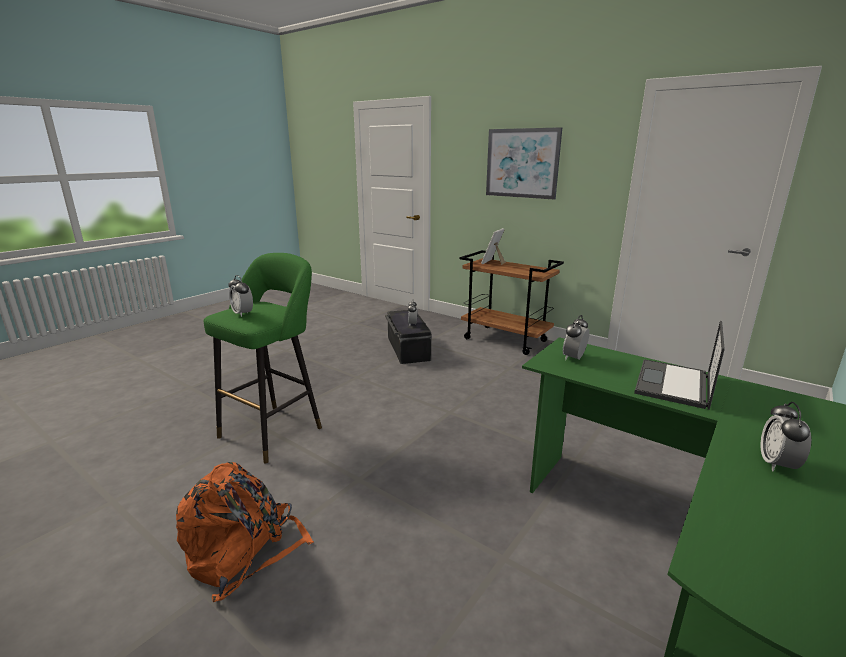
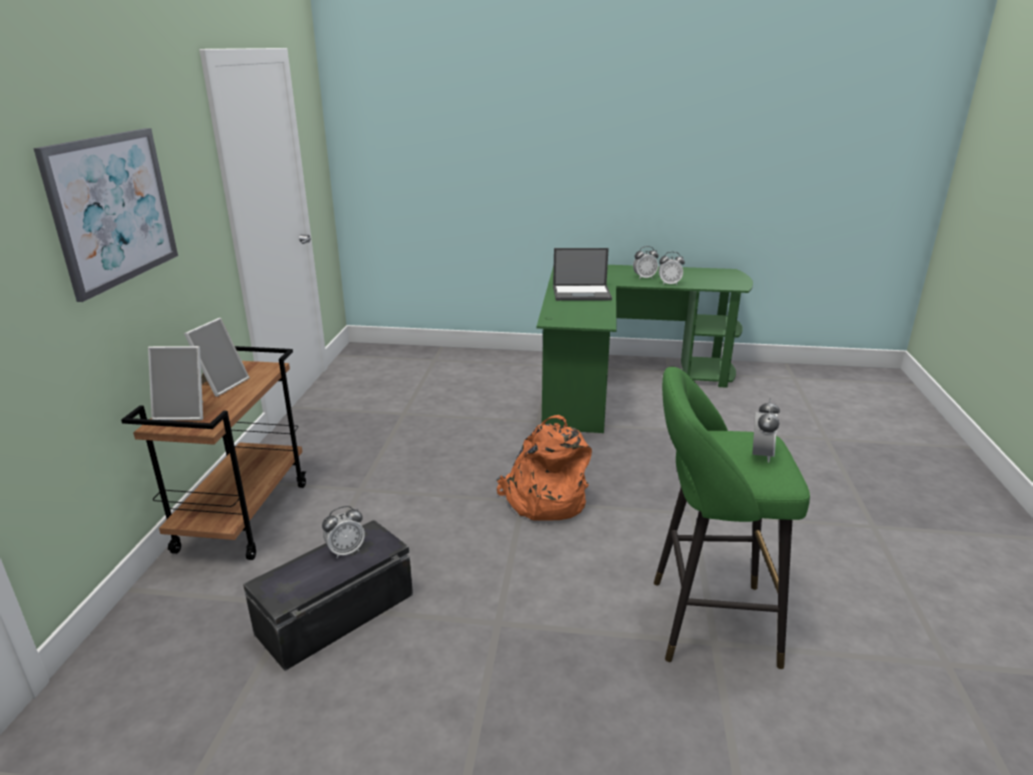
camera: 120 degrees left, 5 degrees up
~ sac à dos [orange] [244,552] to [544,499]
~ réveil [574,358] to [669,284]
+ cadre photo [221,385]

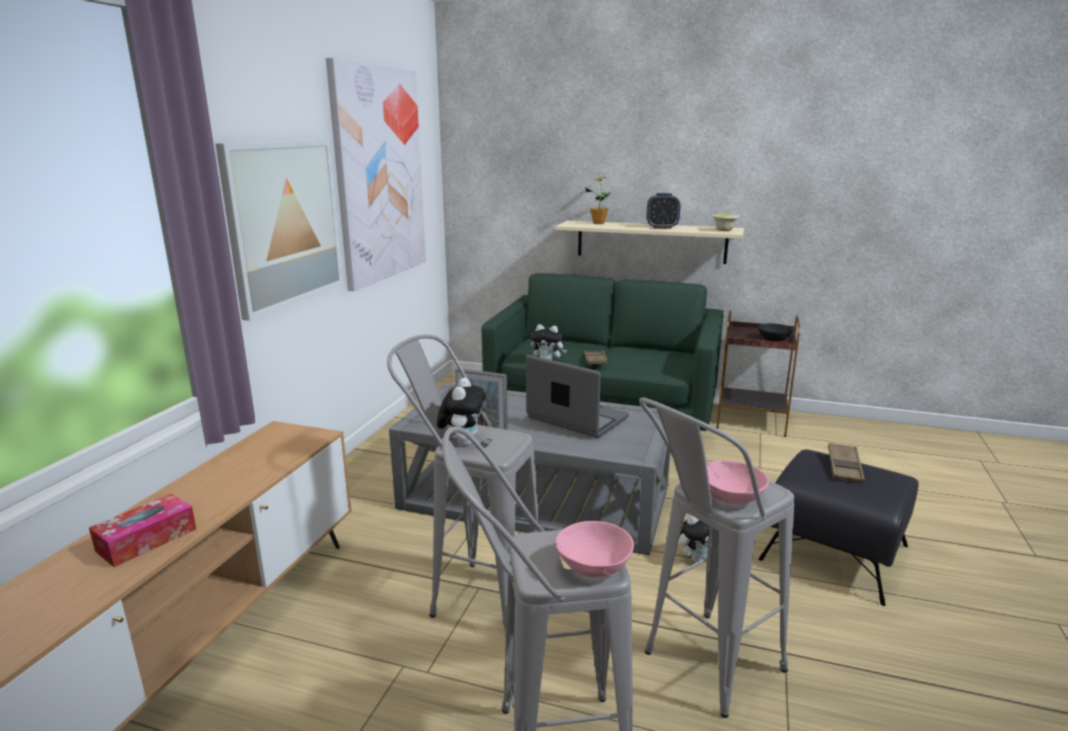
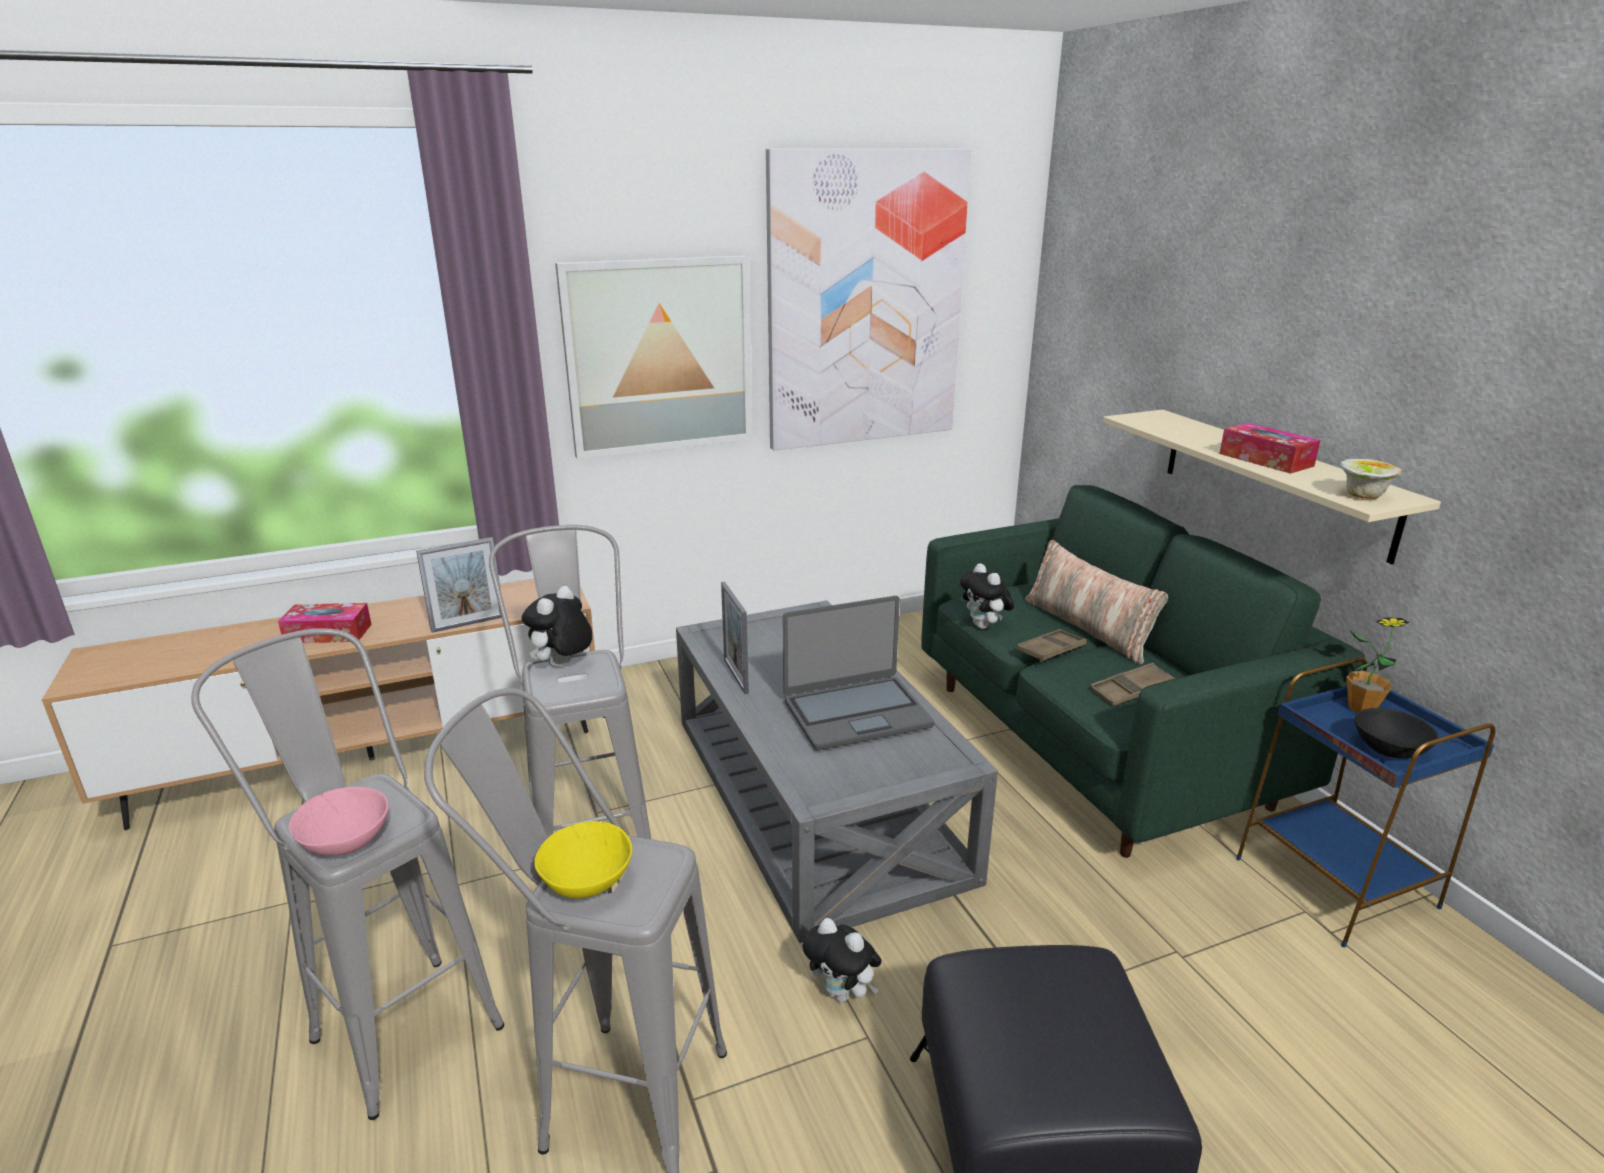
camera: 50 degrees right, 5 degrees up
~ peluche [463,442] = [562,666] 150 degrees clockwise
~ ordinateur portable [577,418] = [856,713] 75 degrees clockwise
~ plante en pot [598,223] to [1361,708]
~ réveil [662,227] to boîte à mouchoirs [1265,460]
~ bol [rose] [731,496] to bol [jaune] [588,880]
~ table d'appoint [marron] [752,420] to table d'appoint [bleu] [1335,884]
~ plateau [marron] [844,467] to [1132,690]
+ cadre photo [468,624]
+ coussin [1088,628]

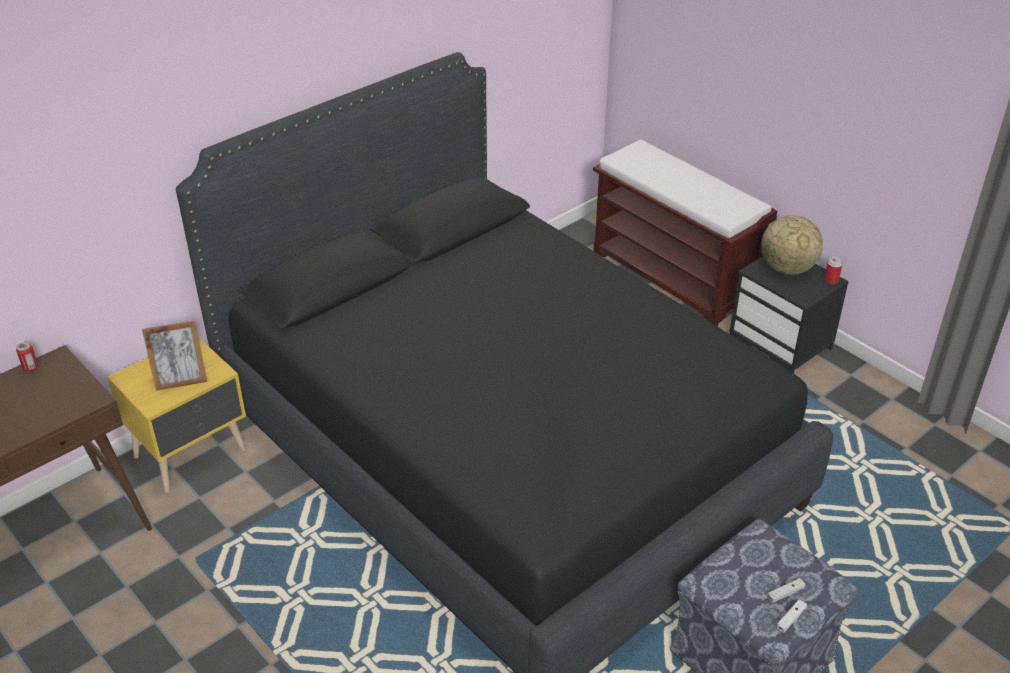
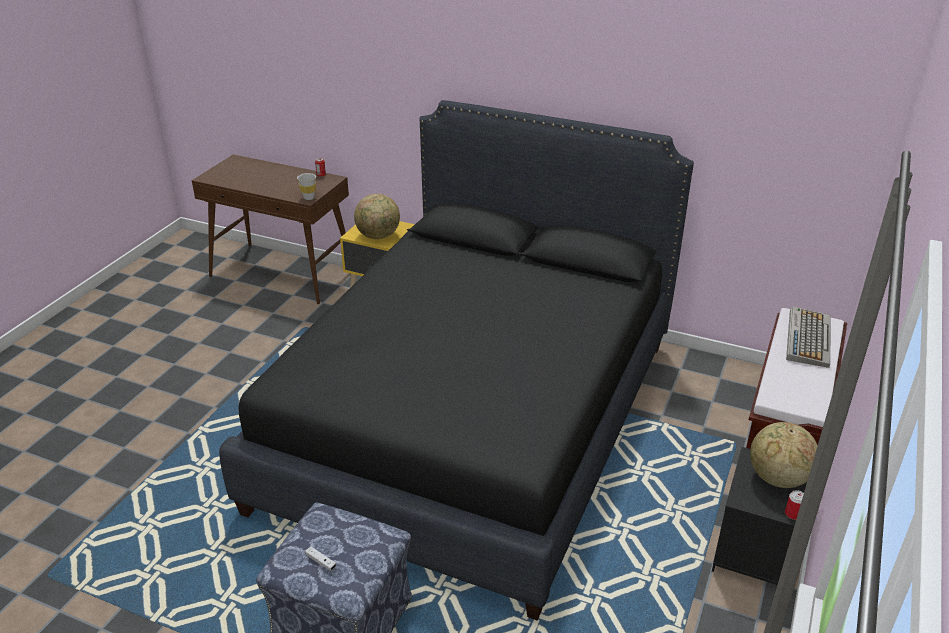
camera: 65 degrees right, 5 degrees down
~ cadre photo [181,381] to globe [378,236]
- manette [blanc] [790,619]
+ tasse [blanc] [309,198]
+ clavier [807,337]

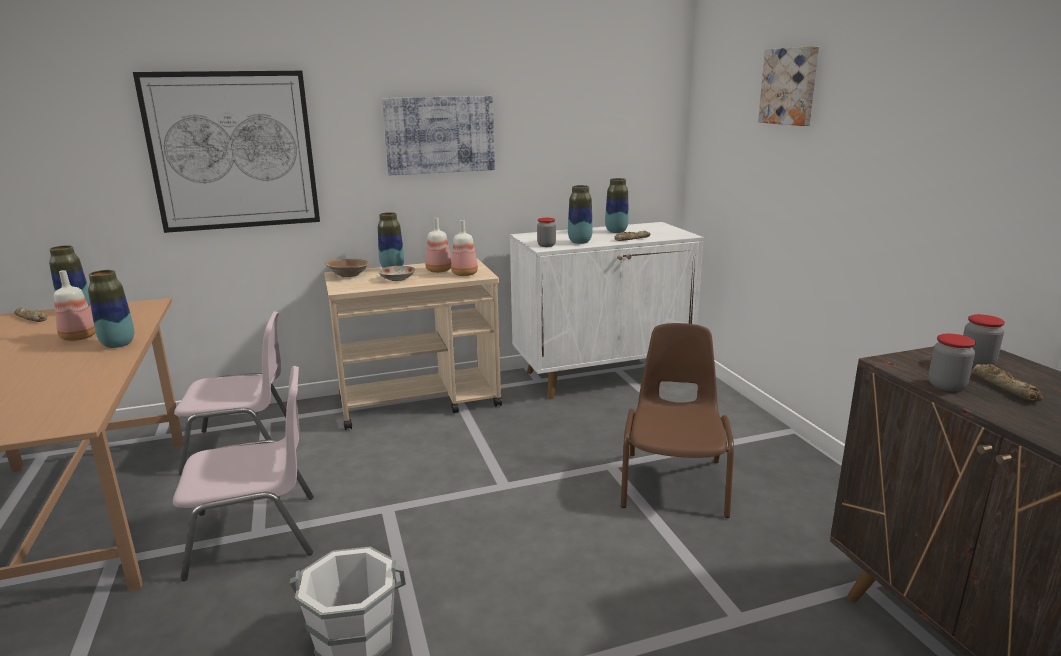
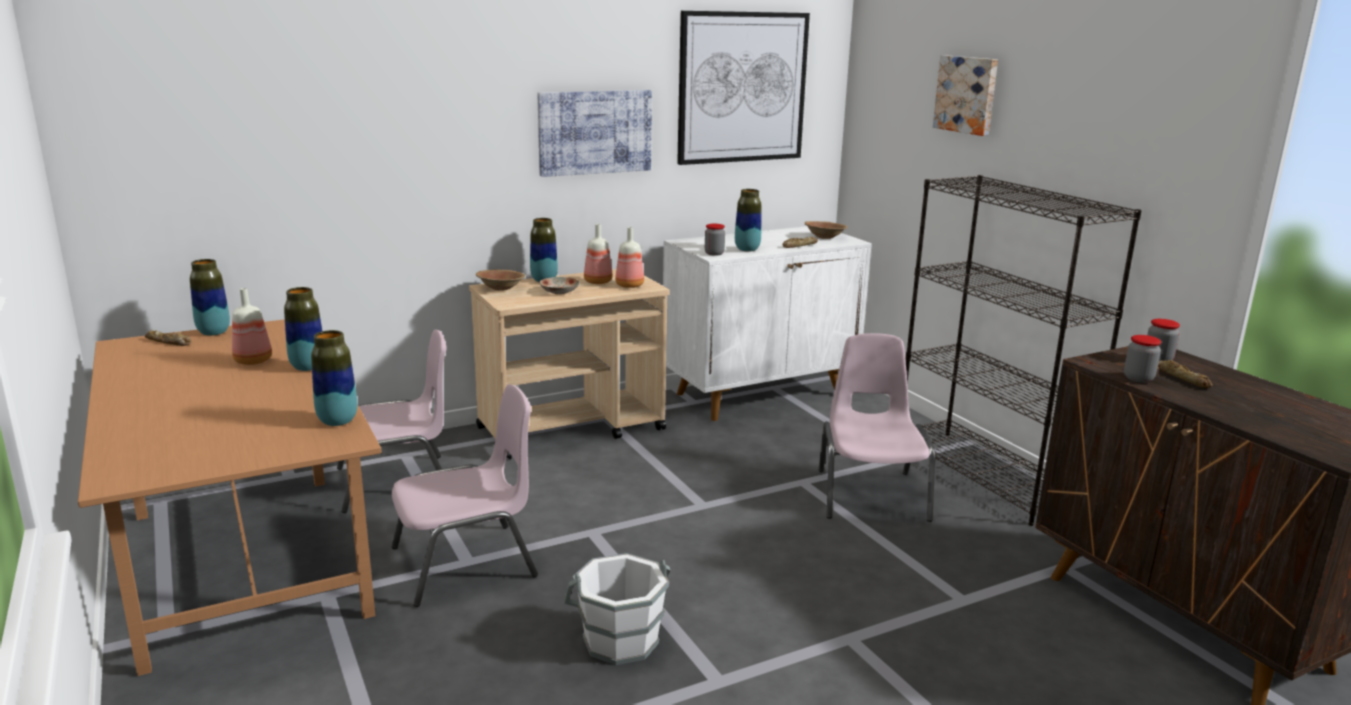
camera: 10 degrees left, 0 degrees up
~ tableau [233,151] to [742,88]
~ vase [616,231] to [337,421]
~ chaise [marron] [674,482] to chaise [rose] [871,494]
+ bol [marron] [825,237]
+ bibliothèque [noir] [986,475]

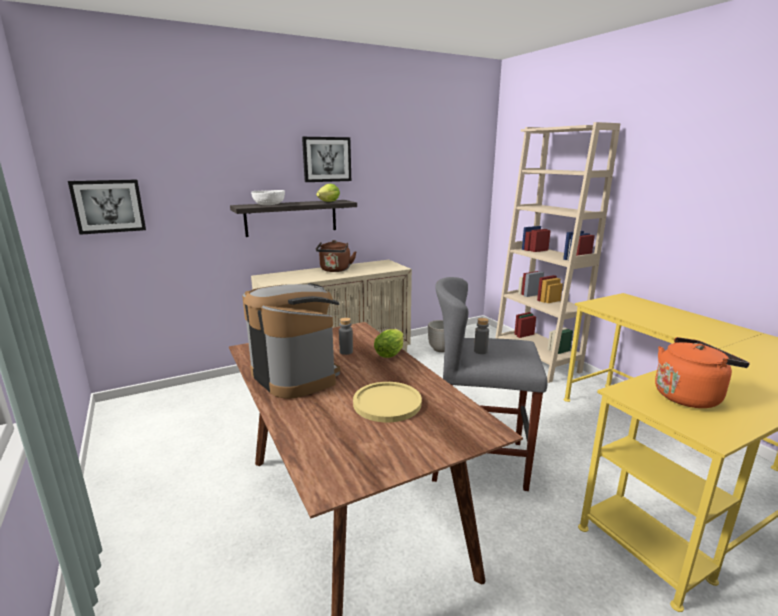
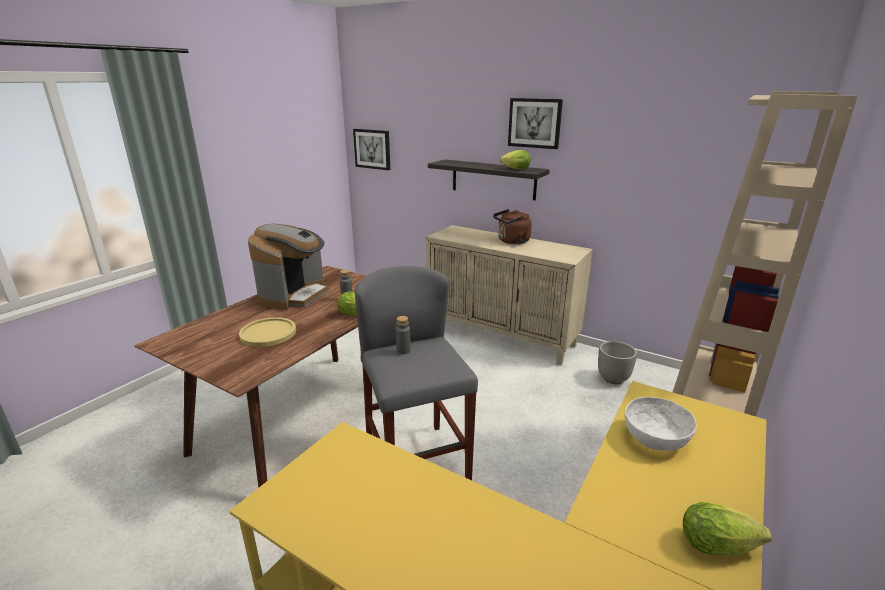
camera: 60 degrees right, 5 degrees up
~ bol [blanc] [269,204] to [655,437]
- bouilloire [orange] [689,396]
+ laitue [721,546]

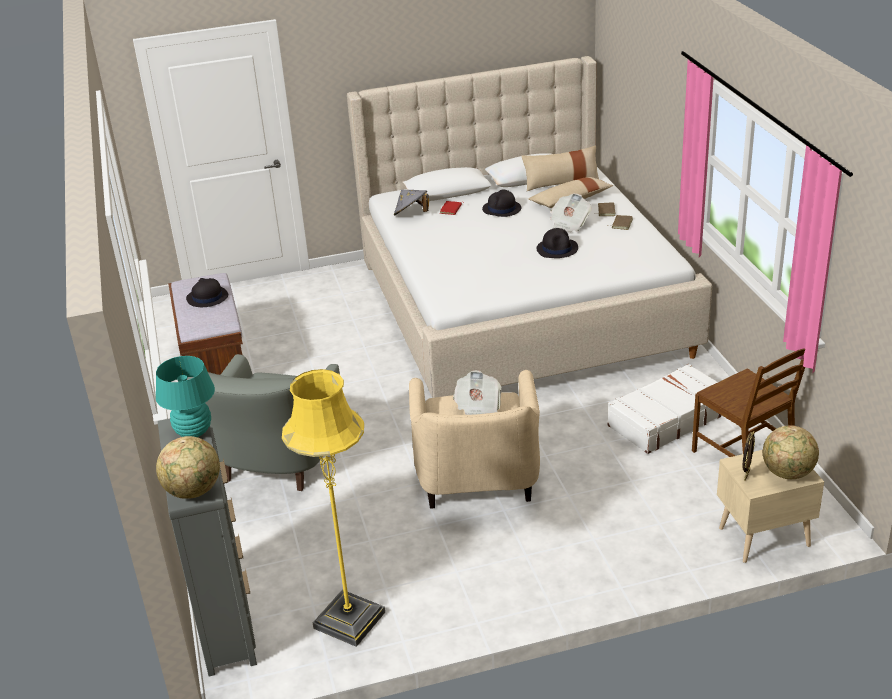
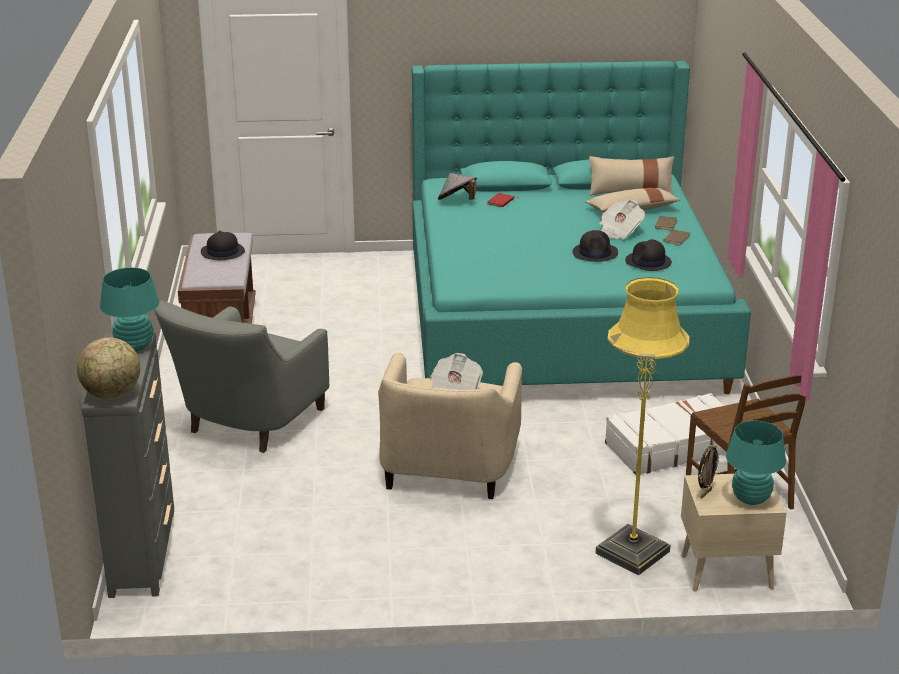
camera: 10 degrees right, 5 degrees down
~ lampadaire [jaune] [349,620] to [632,552]
~ lit [beige] [521,306] to lit [turquoise] [562,317]
~ chapeau [noir] [501,209] to [648,262]
~ globe [788,473] to lampe de table [turquoise] [751,499]

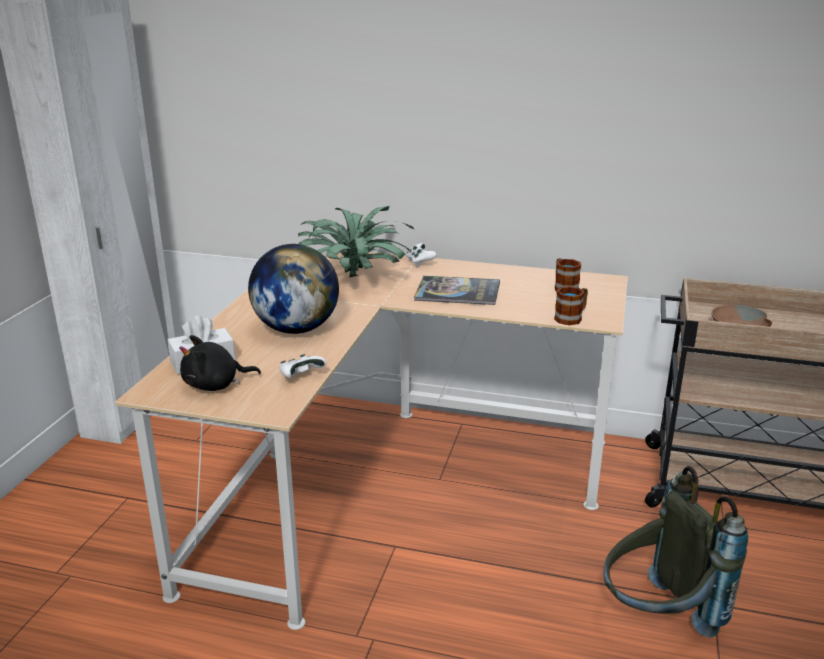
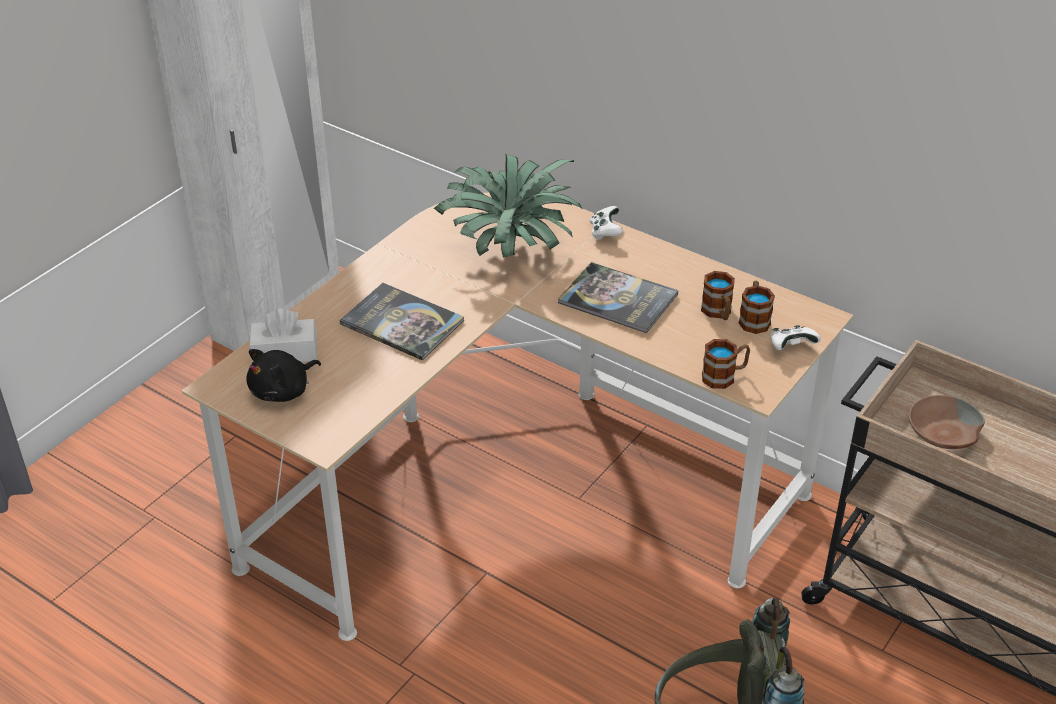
camera: 20 degrees right, 15 degrees up
~ peluche [noir] [215,385] = [283,391] 45 degrees counterclockwise
~ globe [296,329] to livre [402,323]
~ manette [blanc] [301,377] to [791,347]
+ mug [718,313]

